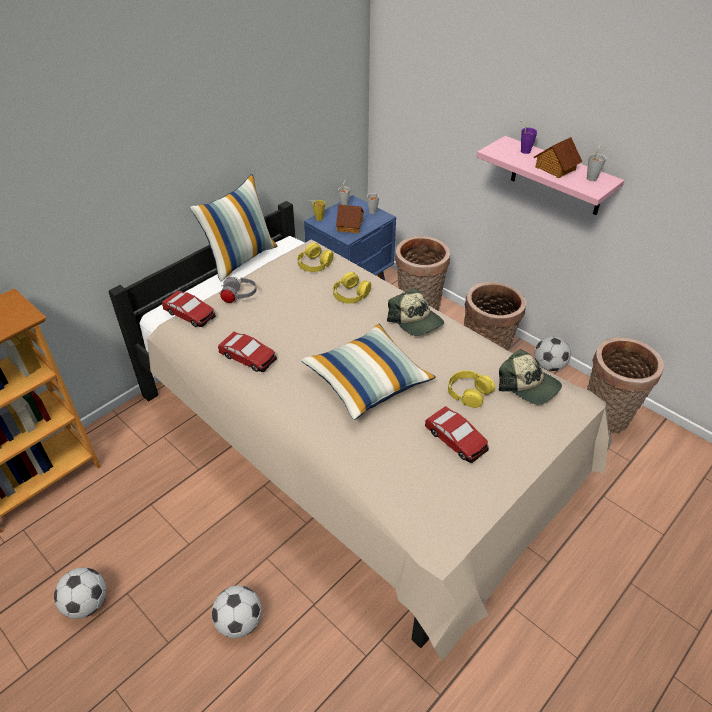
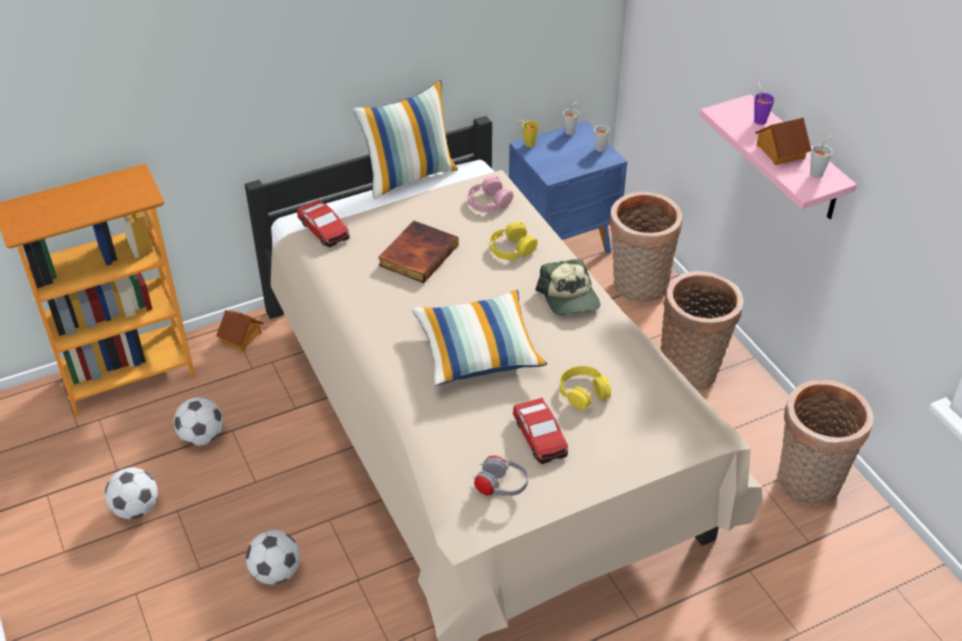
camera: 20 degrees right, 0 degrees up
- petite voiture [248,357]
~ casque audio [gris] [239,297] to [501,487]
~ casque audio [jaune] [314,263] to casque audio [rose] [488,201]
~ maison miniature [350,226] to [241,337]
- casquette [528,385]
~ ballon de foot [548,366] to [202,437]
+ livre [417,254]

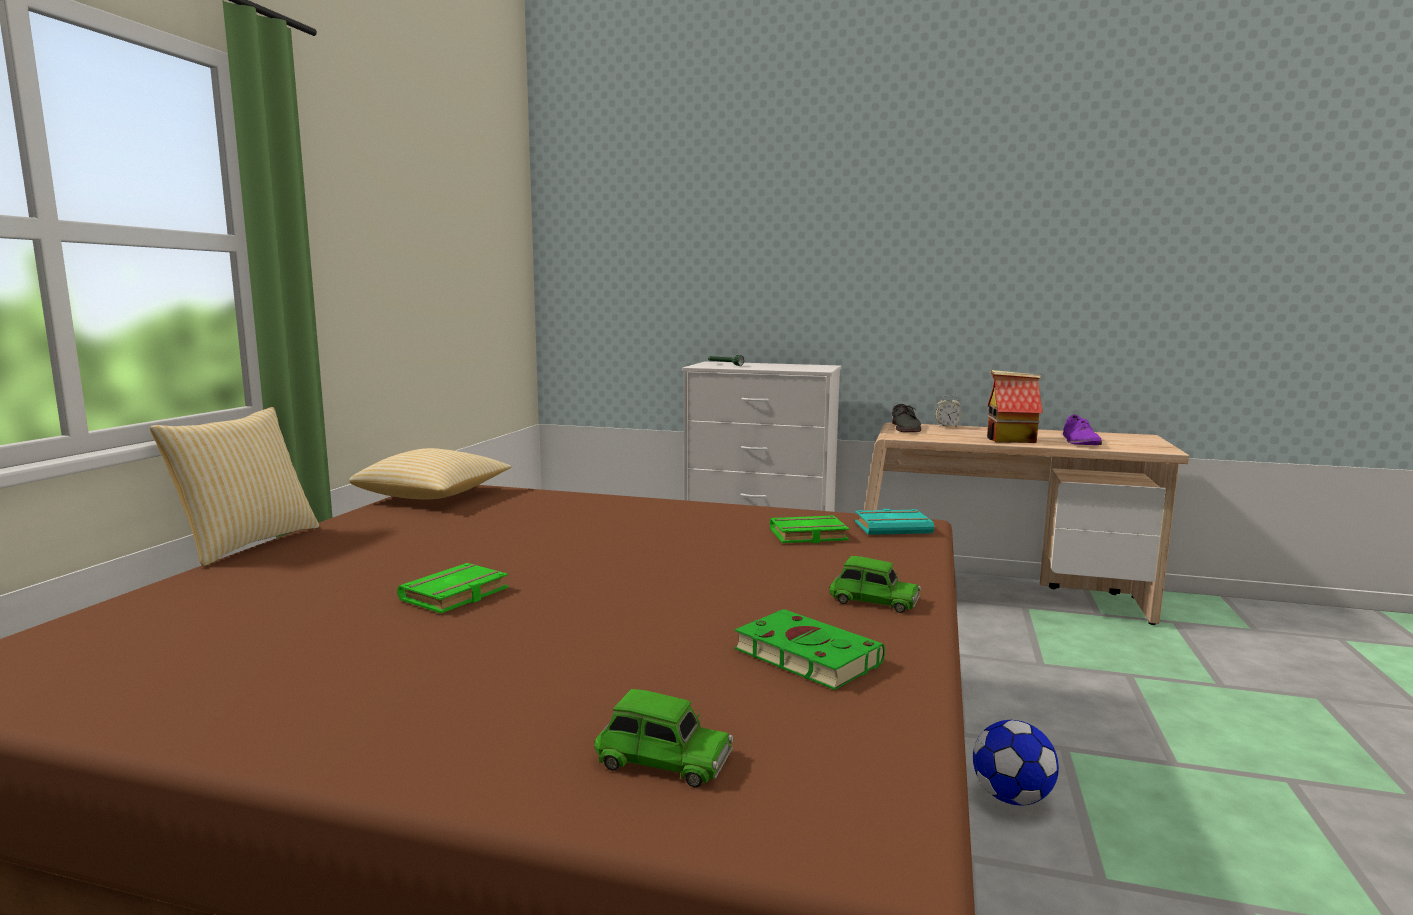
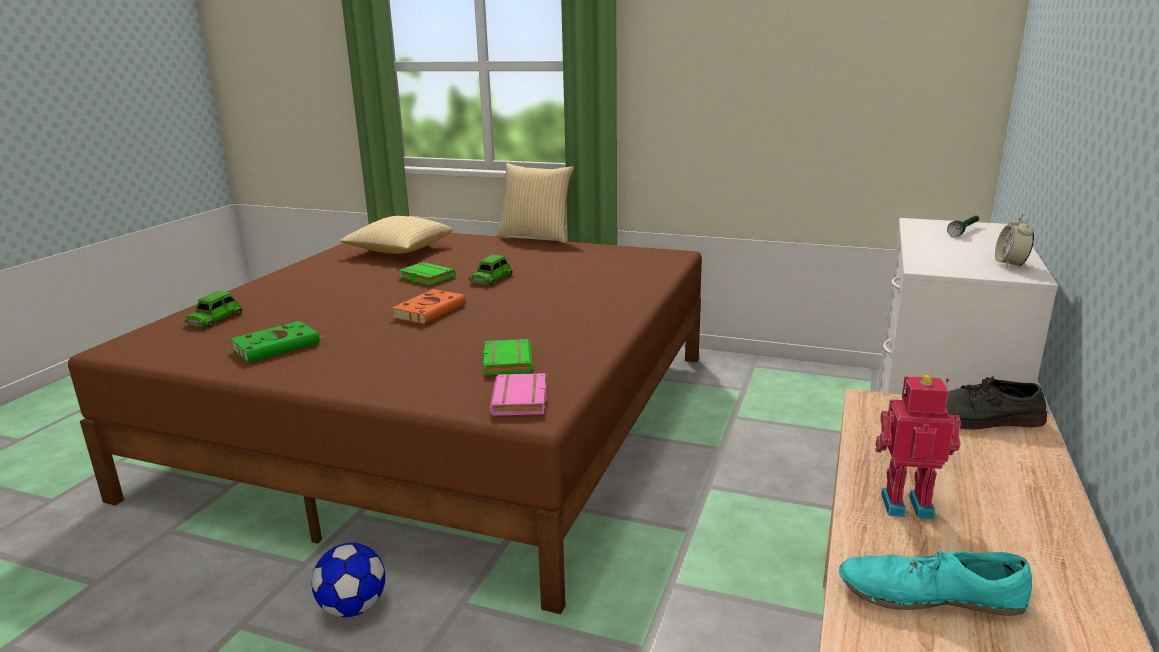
camera: 95 degrees right, 10 degrees up
~ coussin [434,496] to [399,251]
~ petite voiture [vert] [873,600] to [491,279]
~ livre [turquoise] [893,528] to livre [rose] [522,400]
~ réveil [947,427] to [1010,264]
~ maison miniature [1010,439] to robot jouet [906,503]
~ chaussure [violet] [1080,442] to chaussure [turquoise] [929,595]
+ livre [orange] [431,311]

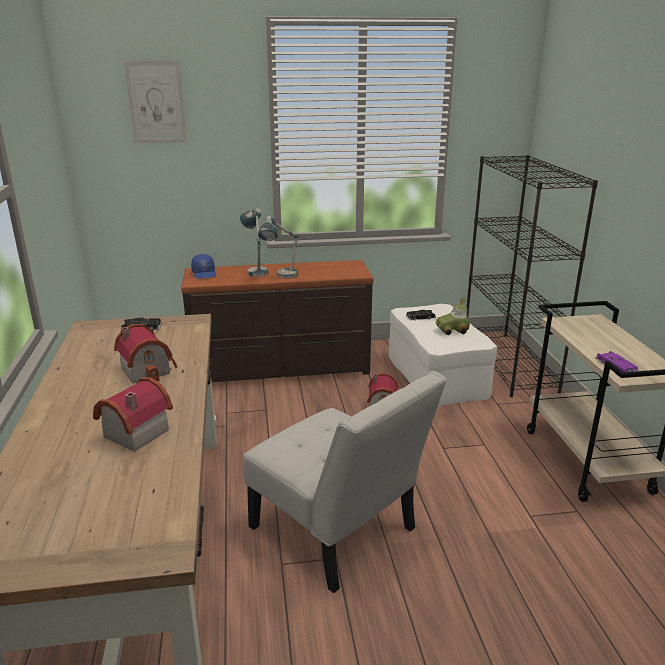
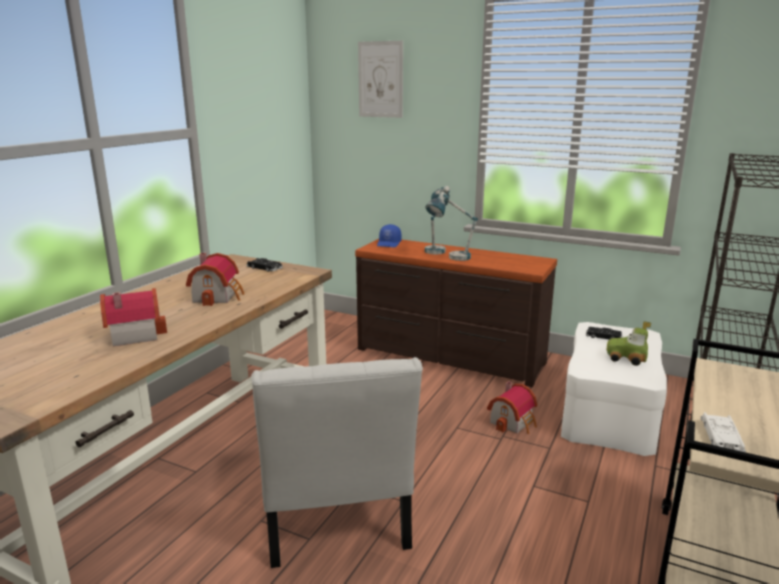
camera: 35 degrees right, 5 degrees down
~ petite voiture [violet] [616,366] to petite voiture [blanc] [721,438]

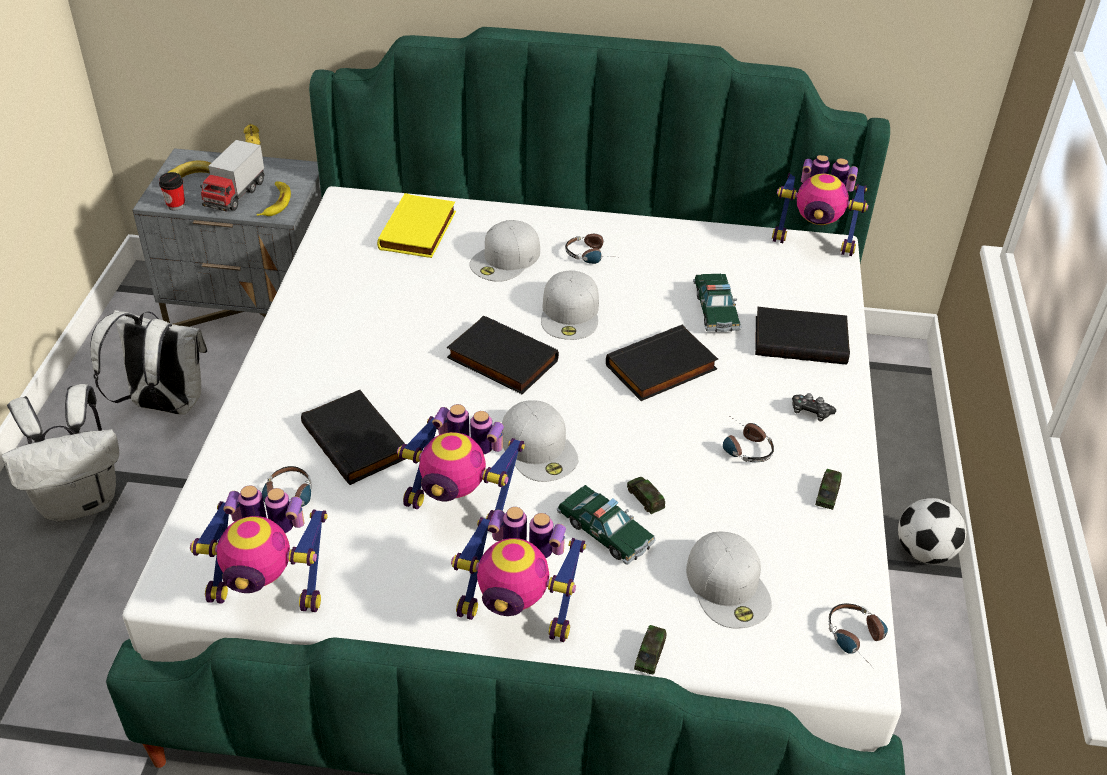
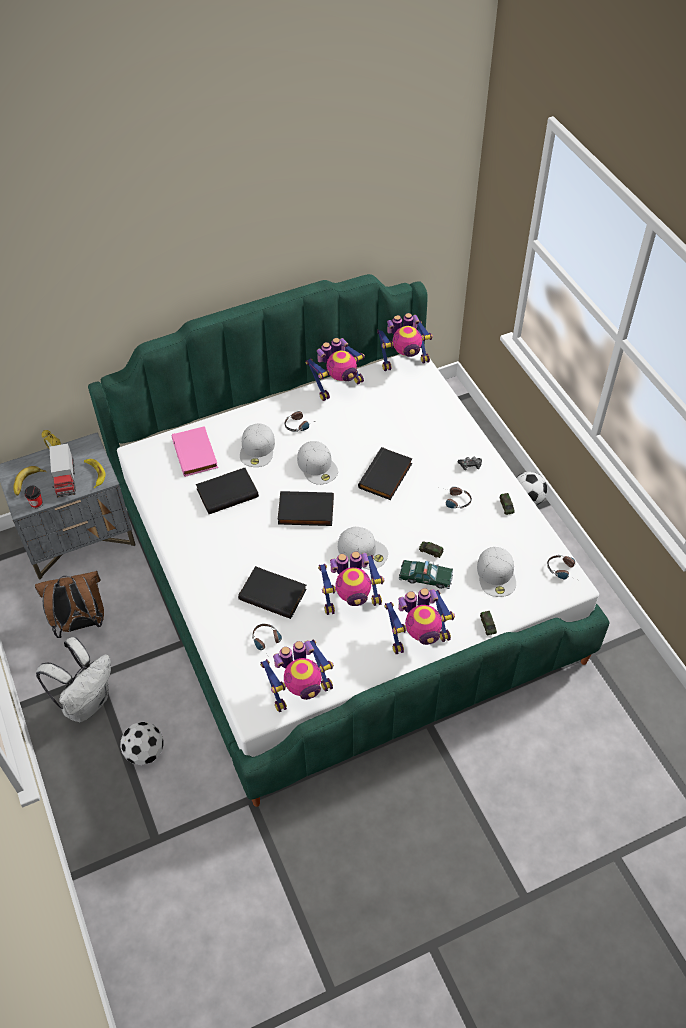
camera: 30 degrees left, 10 degrees up
~ sac à dos [blanc] [164,405] to sac à dos [marron] [81,623]
~ livre [jaune] [419,231] to livre [rose] [196,453]
~ casquette [blanc] [729,586] = [496,575] 45 degrees clockwise
- petite voiture [715,310]
~ livre [noir] [801,339] to [227,492]
+ ballon de foot [145,751]
+ robot jouet [338,386]

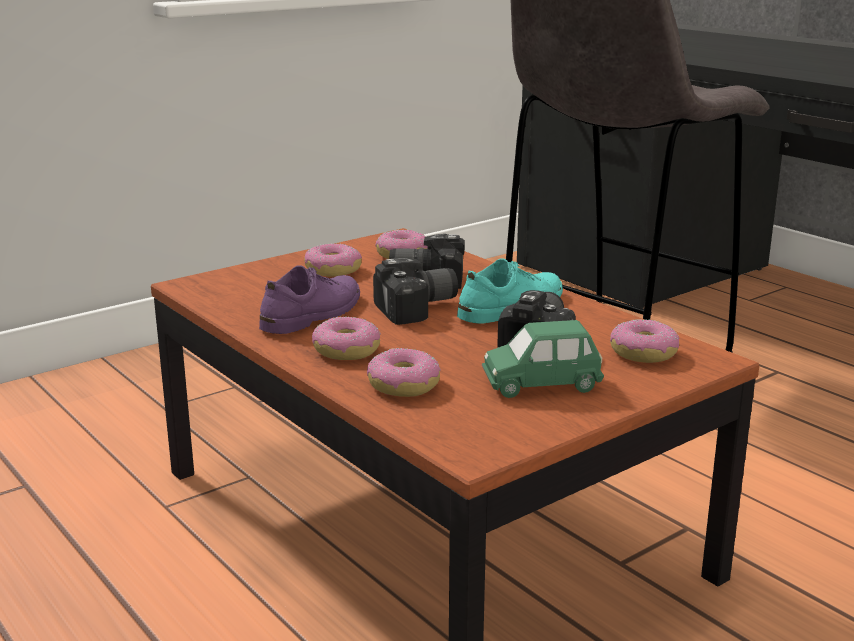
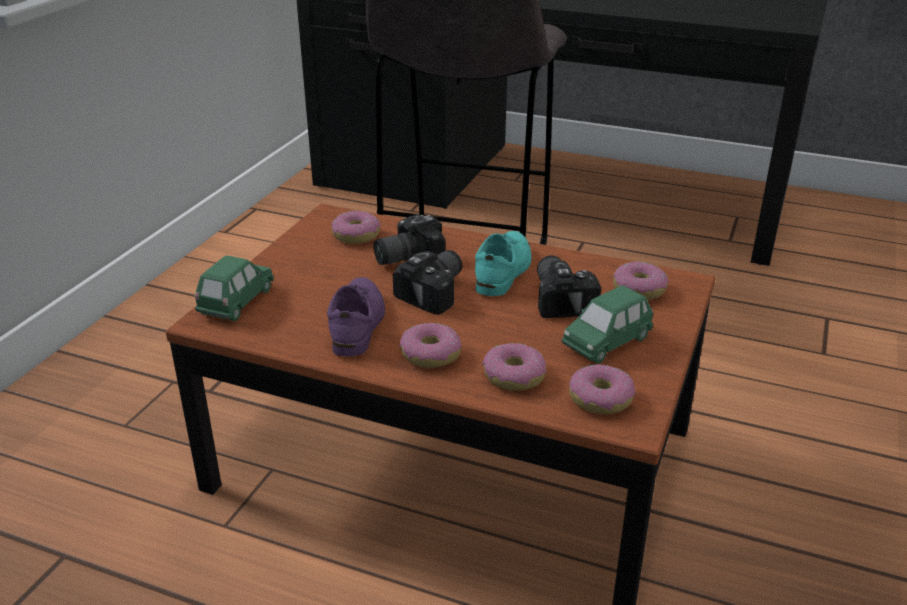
camera: 30 degrees left, 10 degrees up
~ beignet [332,270] to [600,399]
+ petite voiture [vert] [237,302]

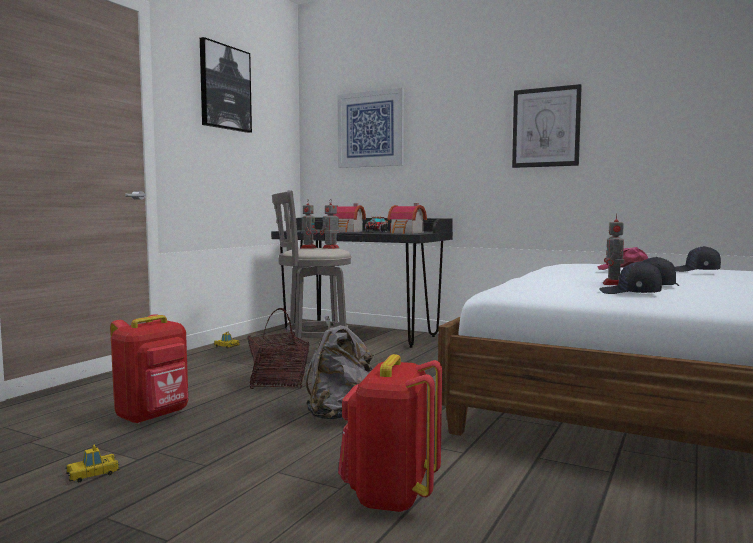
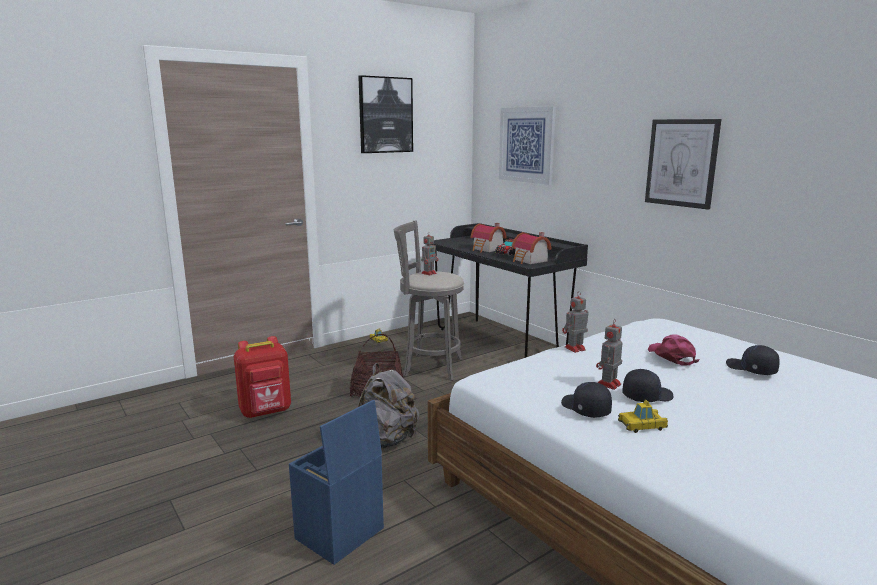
camera: 25 degrees right, 10 degrees up
~ petite voiture [93,473] to [642,425]
~ robot jouet [330,248] to [574,349]
~ sac à dos [rouge] [390,496] to boîte de rangement [bleu] [339,535]

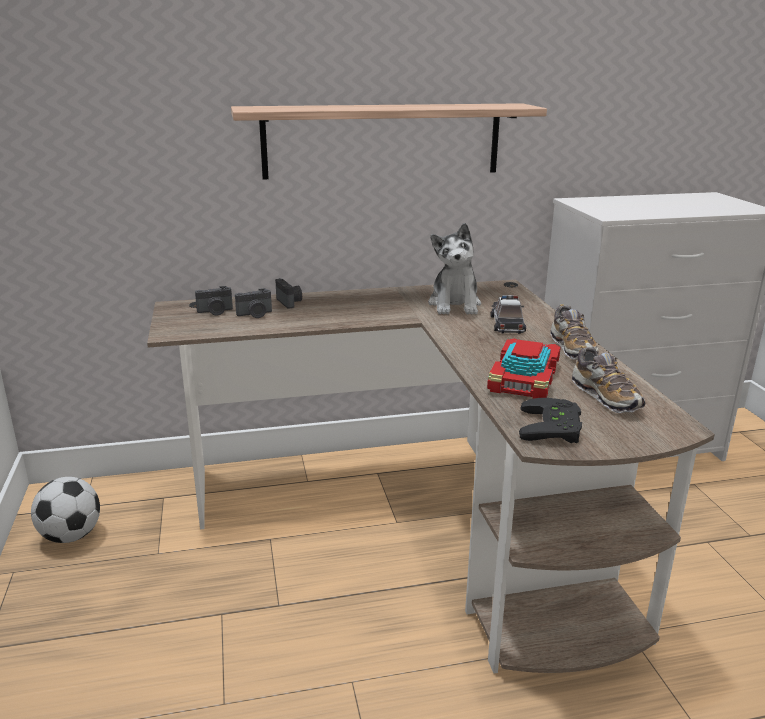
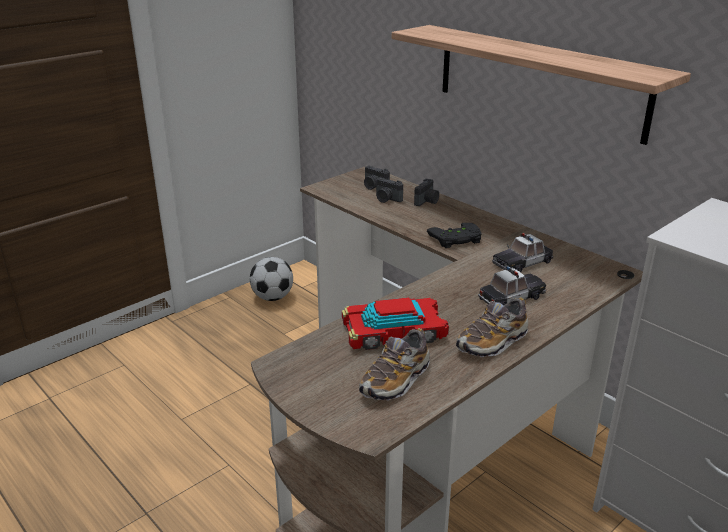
camera: 60 degrees right, 5 degrees up
~ peluche [455,304] to petite voiture [522,262]
~ manette [noir] [555,427] to [456,239]

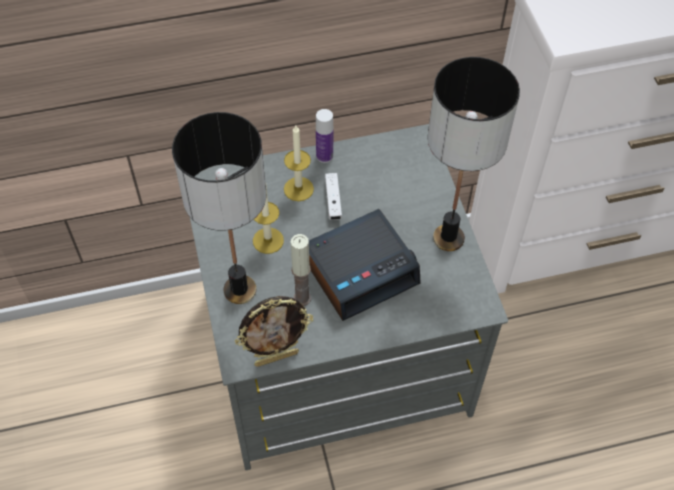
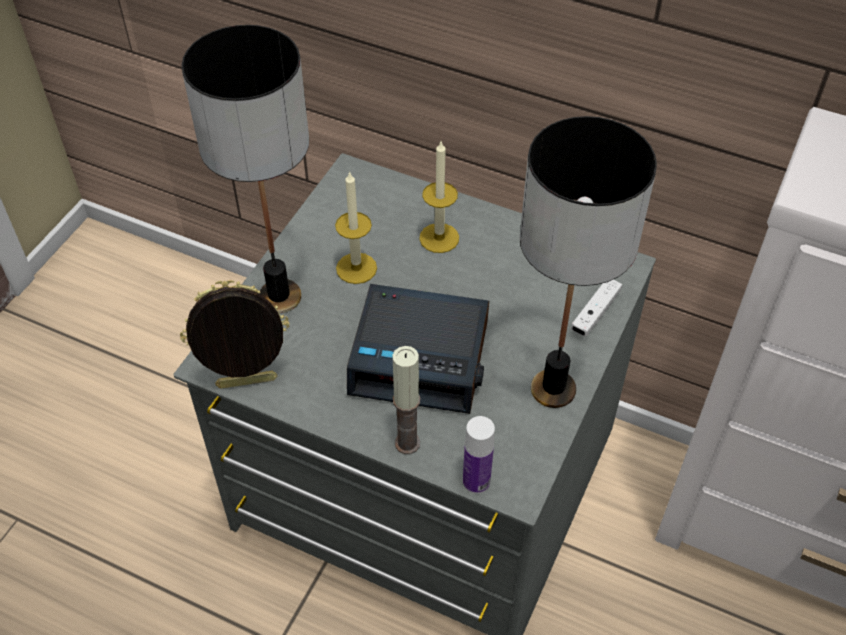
camera: 40 degrees right, 5 degrees down
~ cadre photo [276,357] = [246,385] 150 degrees clockwise
~ bougie [302,298] to [407,443]
~ bouteille [324,156] to [476,481]
~ manette [blanc] [333,200] to [595,313]

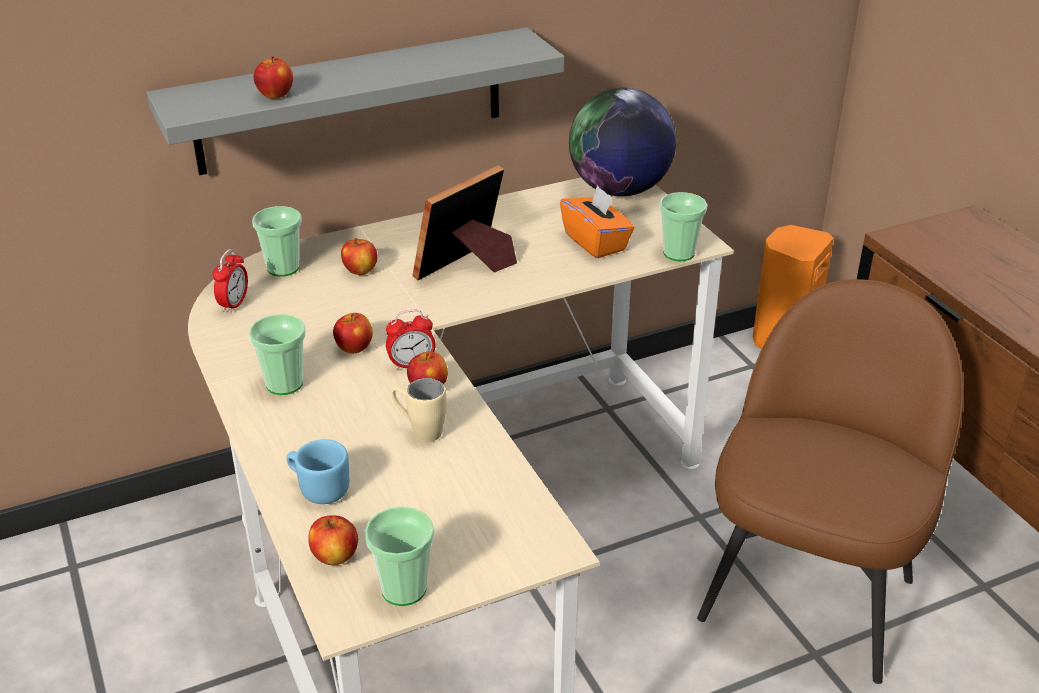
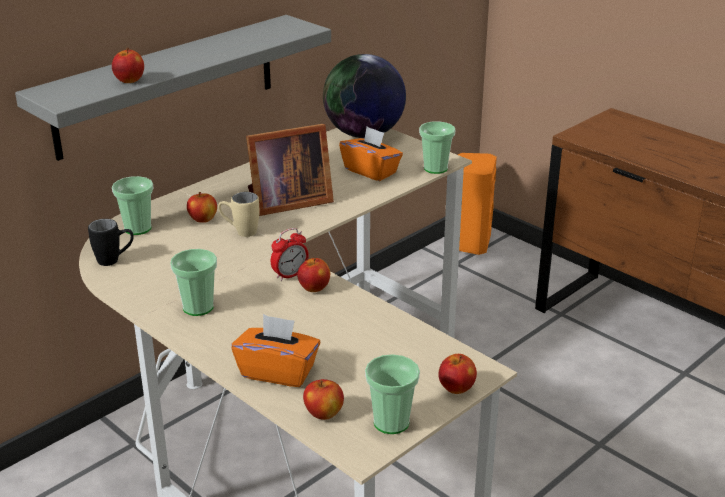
camera: 20 degrees left, 5 degrees down
~ réveil [234,304] to mug [noir] [115,260]
~ mug [bleu] [319,488] to boîte à mouchoirs [orange] [278,371]
~ pomme [354,348] to [456,388]
~ mug [beige] [419,431] to [240,232]
~ cadre photo [468,266] = [286,202] 135 degrees counterclockwise
- chaise [marron] [809,594]

